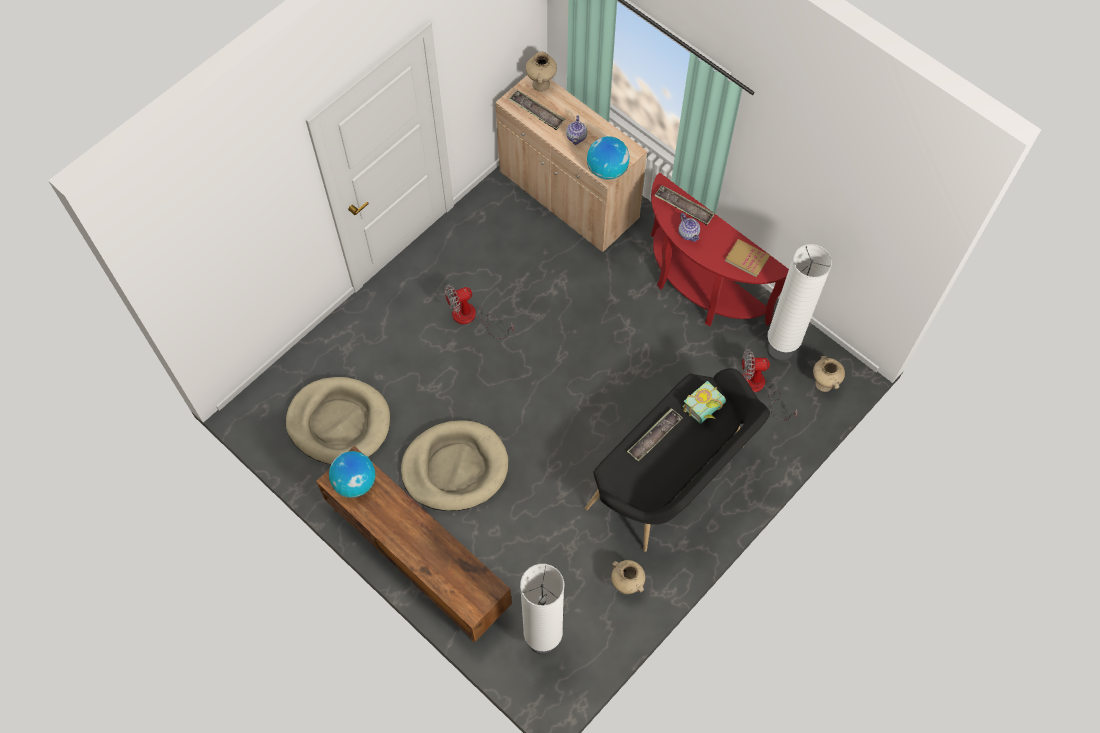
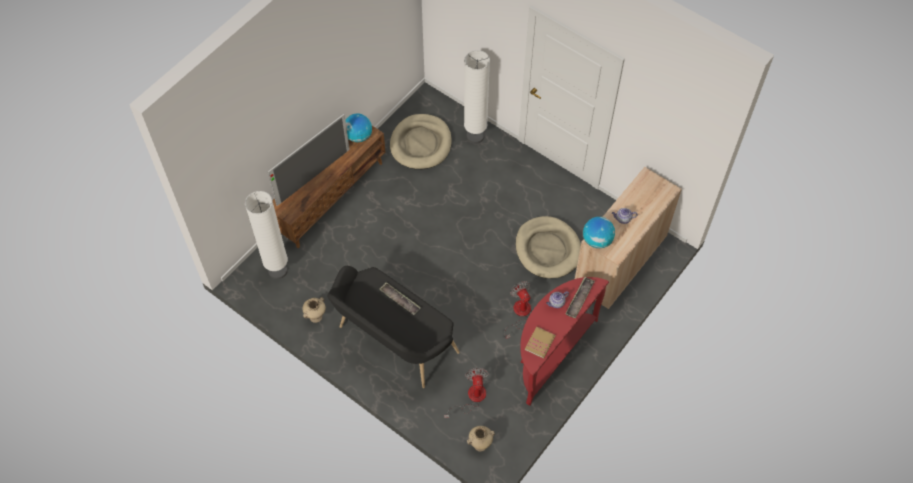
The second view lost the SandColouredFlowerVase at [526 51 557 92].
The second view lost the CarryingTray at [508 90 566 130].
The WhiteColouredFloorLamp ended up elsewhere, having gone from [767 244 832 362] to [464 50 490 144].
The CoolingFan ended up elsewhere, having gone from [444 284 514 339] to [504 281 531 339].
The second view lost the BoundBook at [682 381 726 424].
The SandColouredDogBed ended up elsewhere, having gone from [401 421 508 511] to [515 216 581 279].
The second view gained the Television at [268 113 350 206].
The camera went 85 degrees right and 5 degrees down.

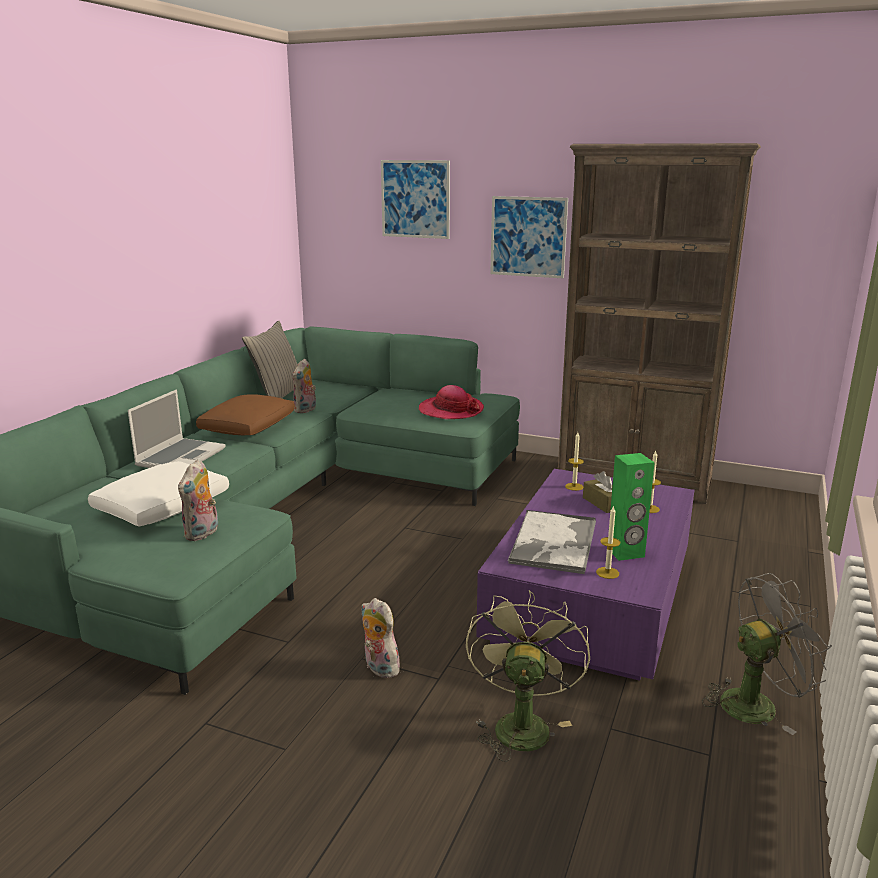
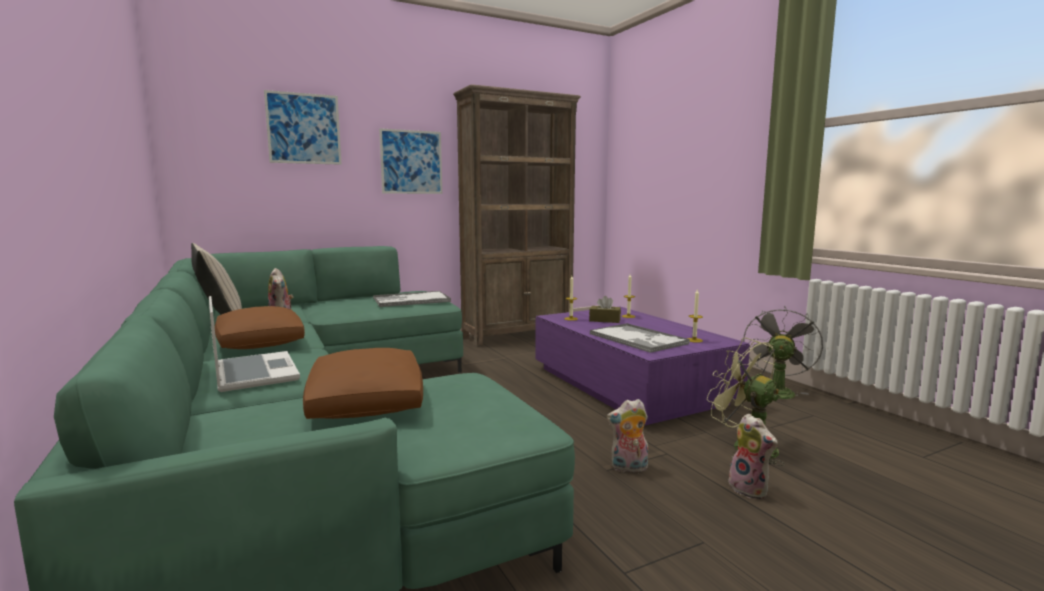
Where the ClothingHat stood at [419 385 484 419], the CarryingTray came to stand at [373 291 451 307].
The second view lost the GreenColouredAudioSpeaker at [610 453 655 561].
The CuddlyToy ended up elsewhere, having gone from [178 459 218 541] to [725 414 778 499].
What was the WhiteColouredCushion at [88 461 229 527] turned into the BrownColouredCushion at [303 348 423 419].
The camera went 50 degrees left and 10 degrees down.

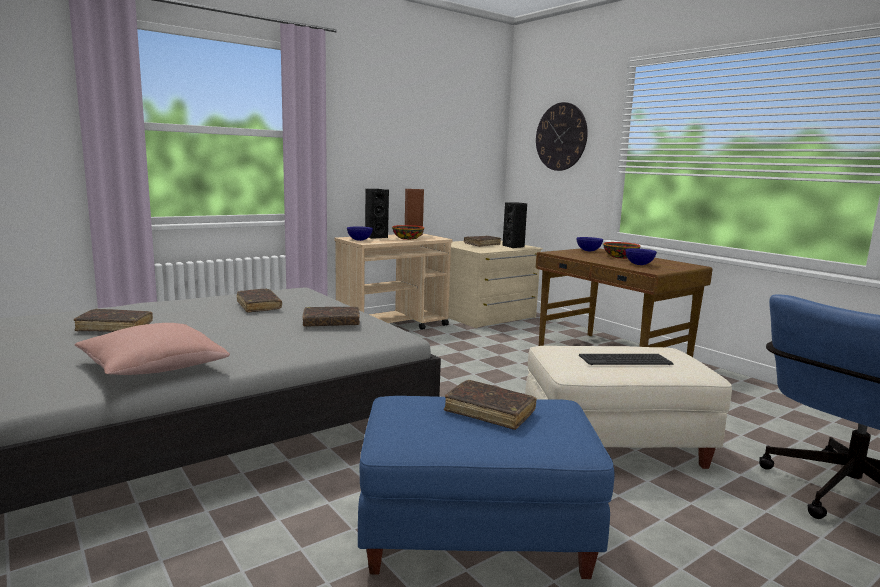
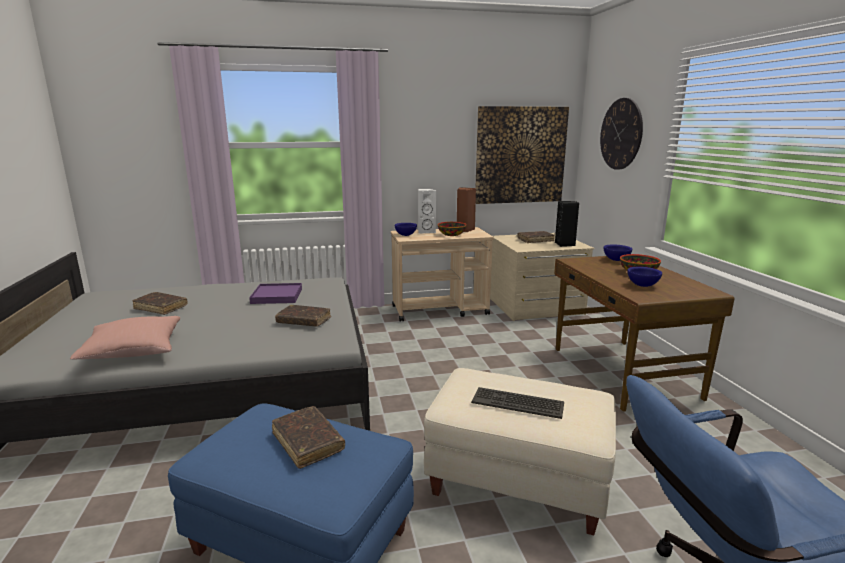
What was the BlackColouredAudioSpeaker at [365 189 389 239] turned into the WhiteColouredAudioSpeaker at [418 188 436 234].
Where the BrownColouredBoundBook stood at [237 289 282 313], the PurpleCarryingTray came to stand at [249 283 302 304].
The second view gained the WallArt at [475 106 569 204].
The camera went 25 degrees right and 5 degrees up.

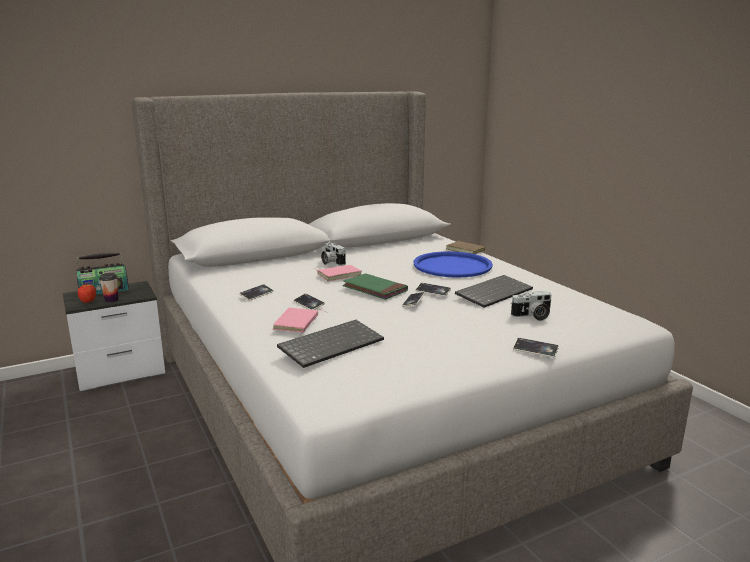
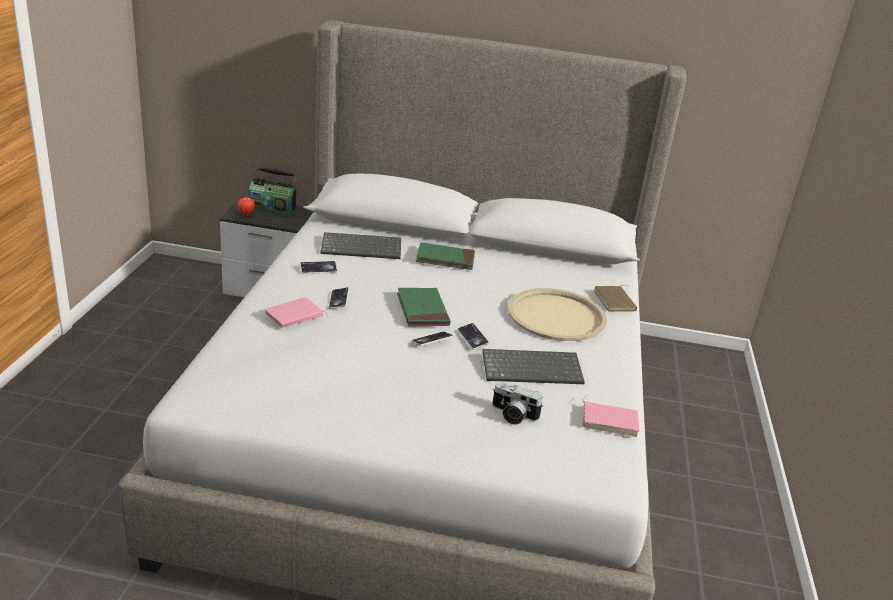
Where the StillCamera stood at [321 243 346 266], the GreenColouredBoundBook came to stand at [416 242 475 270].
What was the BlueCarryingTray at [414 251 493 278] turned into the SandColouredCarryingTray at [508 288 607 341].
The PinkishBoundBook ended up elsewhere, having gone from [315 265 362 281] to [582 395 639 437].
The second view lost the SmallCup at [99 273 118 303].
The ComputerKeyboard ended up elsewhere, having gone from [277 320 384 368] to [320 232 401 259].
The second view lost the Phone at [513 338 559 358].
The camera went 35 degrees right and 10 degrees up.

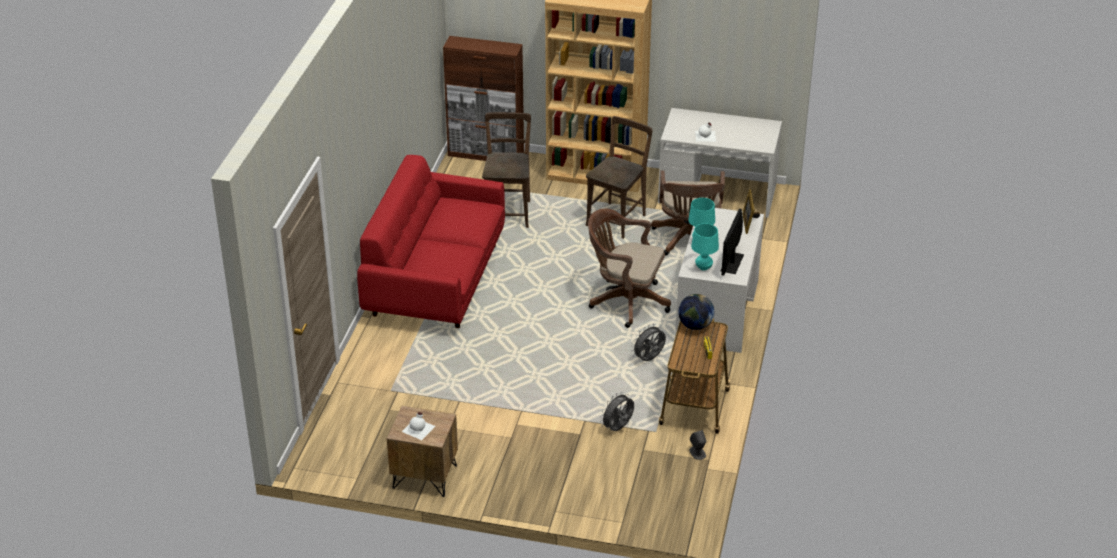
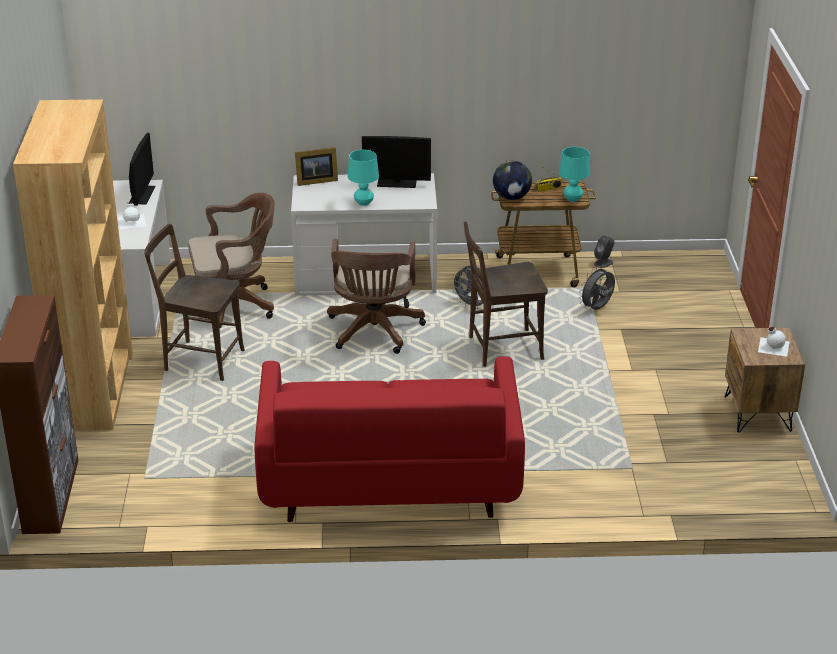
The BrownColouredChair ended up elsewhere, having gone from [482 112 531 228] to [464 222 548 367].
The TurquoiseLampForATable ended up elsewhere, having gone from [691 223 719 270] to [559 147 590 202].
The GrayCoolingFan at [600 392 634 431] ended up facing another way, 105 degrees clockwise from before.
The second view gained the ComputerScreen at [129 133 155 206].
The camera went 105 degrees left and 5 degrees down.

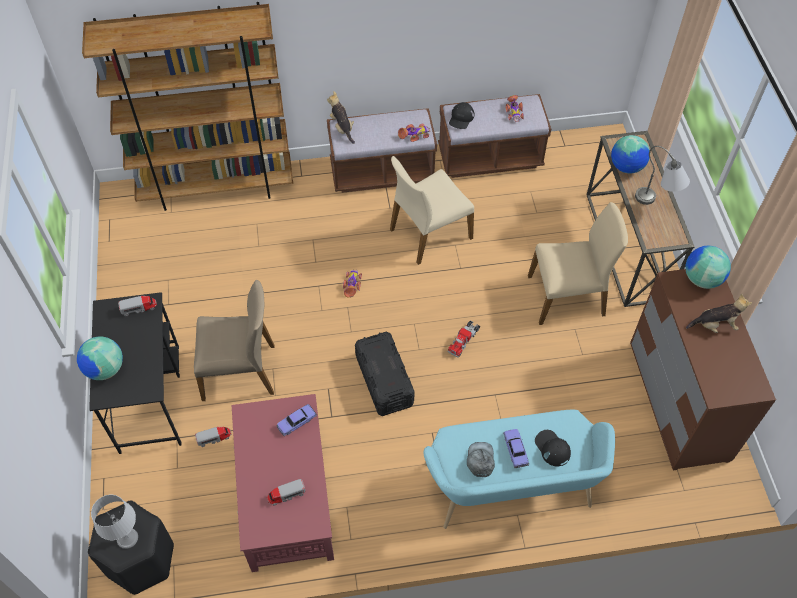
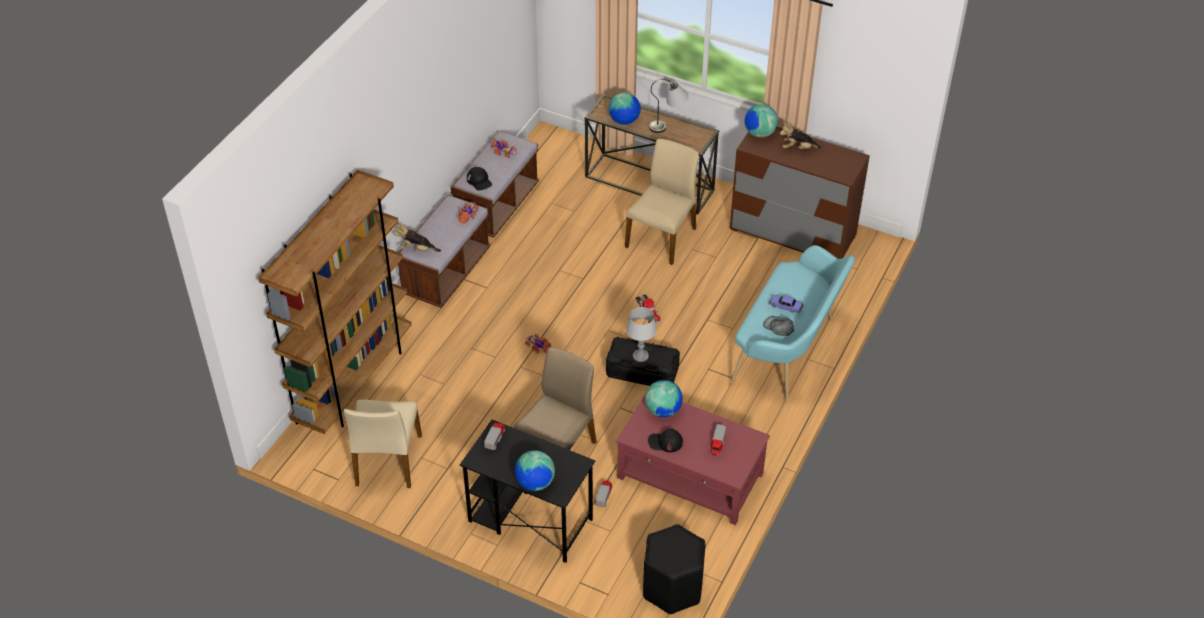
The SandColouredChair ended up elsewhere, having gone from [390 156 474 265] to [344 399 422 488].
The CuddlyToy at [686 293 752 333] ended up facing another way, 120 degrees counterclockwise from before.
Where the ModelCar stood at [276 404 317 436], the WorldGlobe came to stand at [645 380 683 417].
The BlackColouredCap ended up elsewhere, having gone from [535 430 571 467] to [648 429 683 452].
The GrayLampForATable ended up elsewhere, having gone from [91 495 138 549] to [626 307 657 362].
The camera went 55 degrees left and 10 degrees down.

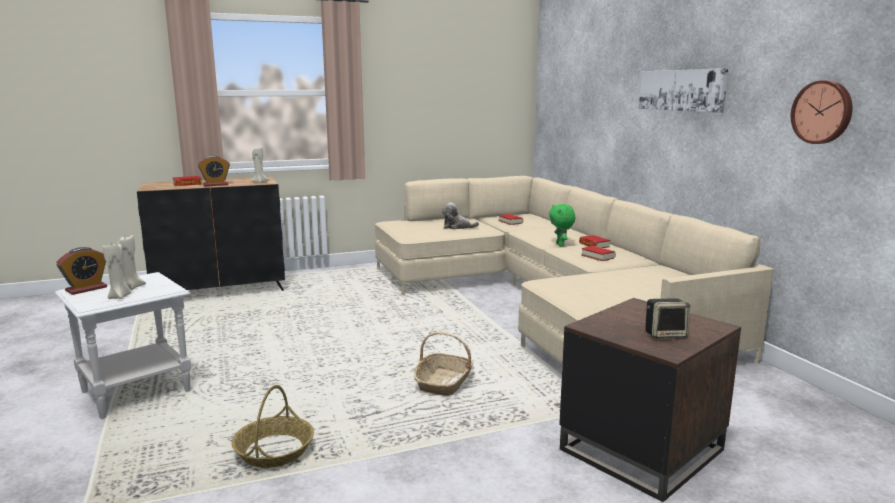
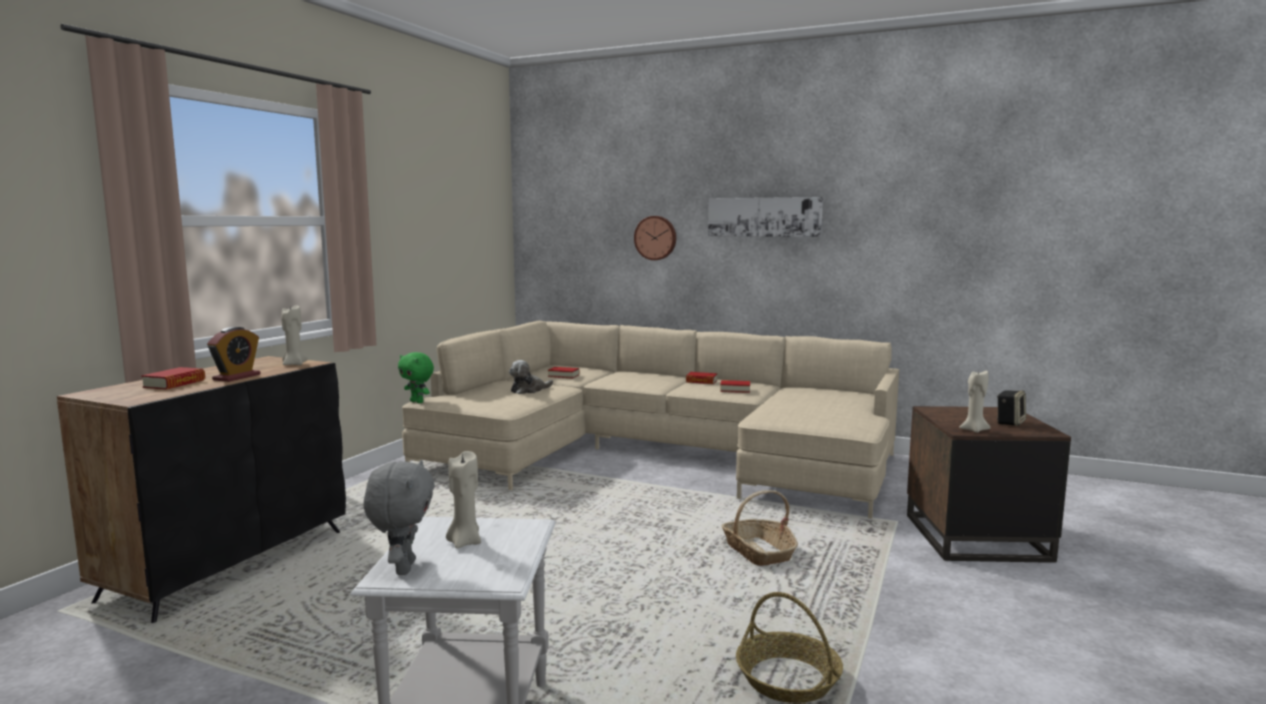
The WallClock ended up elsewhere, having gone from [791 80 852 144] to [634 216 676 260].
The GreenColouredCuddlyToy ended up elsewhere, having gone from [549 204 575 246] to [398 352 434 403].
The SandColouredCandle ended up elsewhere, having gone from [102 242 131 299] to [959 371 991 433].
Where the AlarmClock stood at [56 247 107 295], the GrayCuddlyToy came to stand at [364 460 435 575].
The camera went 45 degrees left and 5 degrees down.

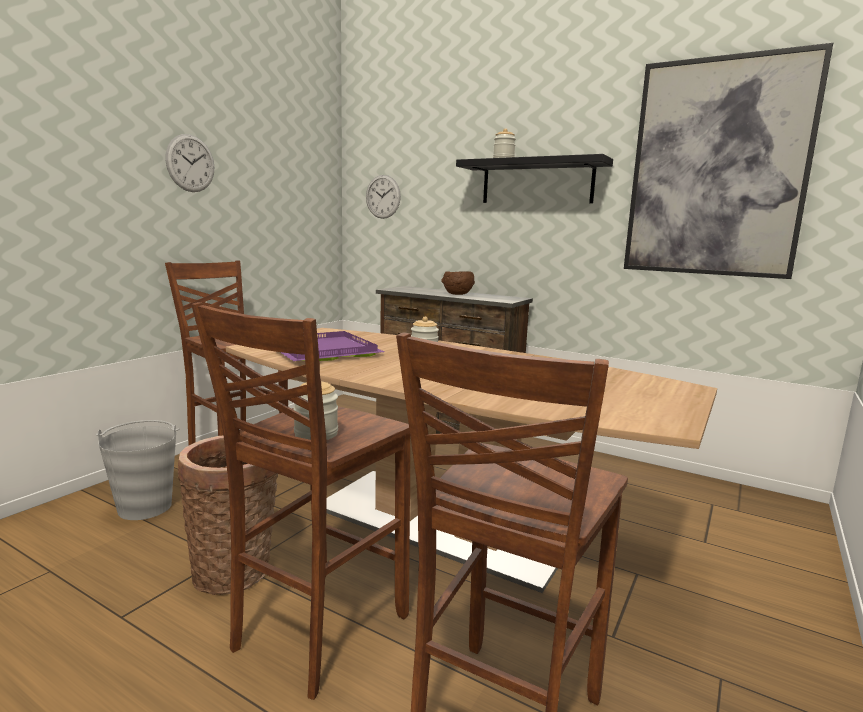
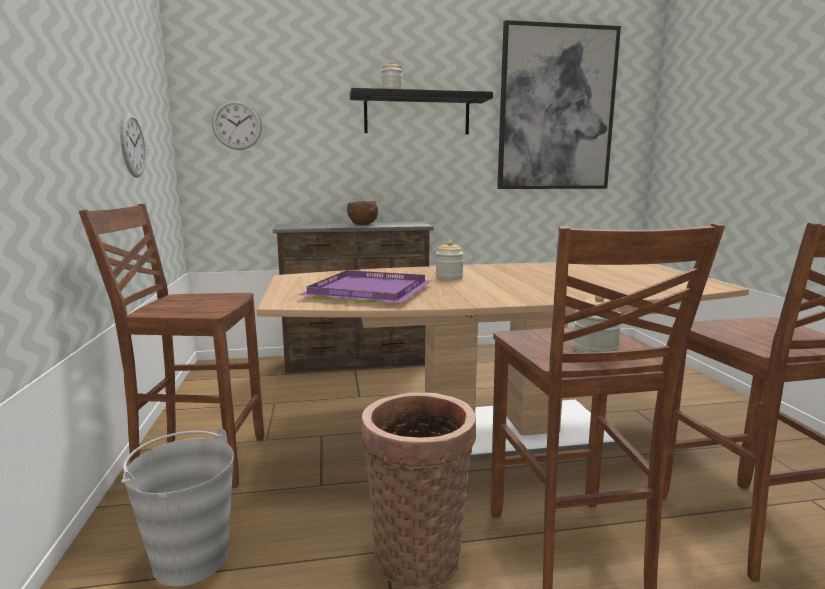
The WallClock ended up elsewhere, having gone from [165 134 214 192] to [120 112 146 178].
The camera went 40 degrees left and 0 degrees up.

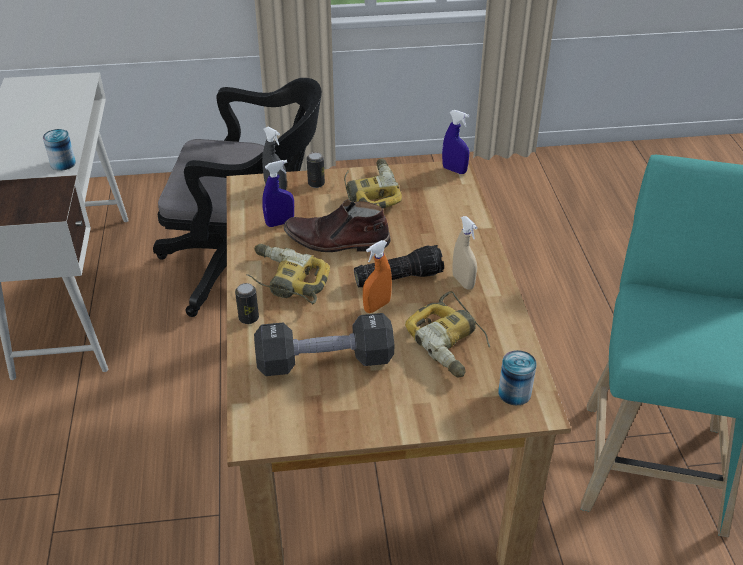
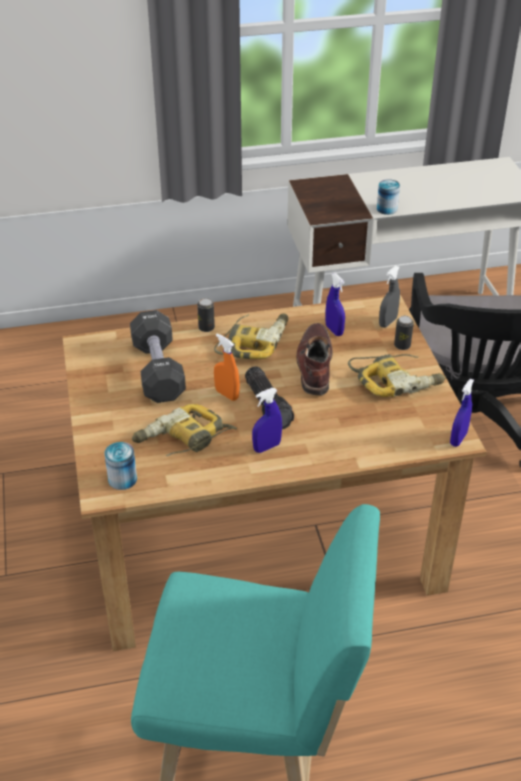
What was the SandColouredSprayBottle at [452 216 478 290] turned into the BlueSprayBottle at [252 388 282 453].
The camera went 85 degrees right and 0 degrees up.

